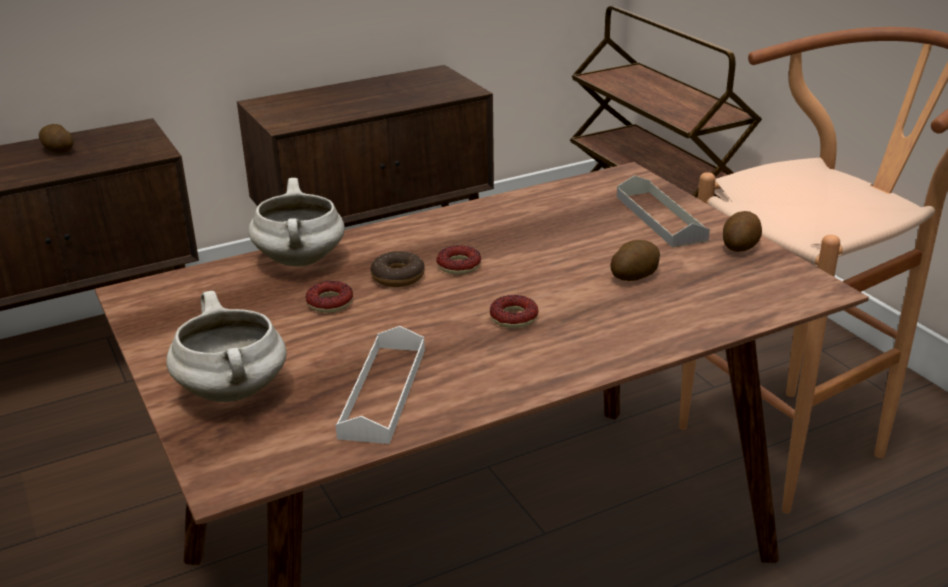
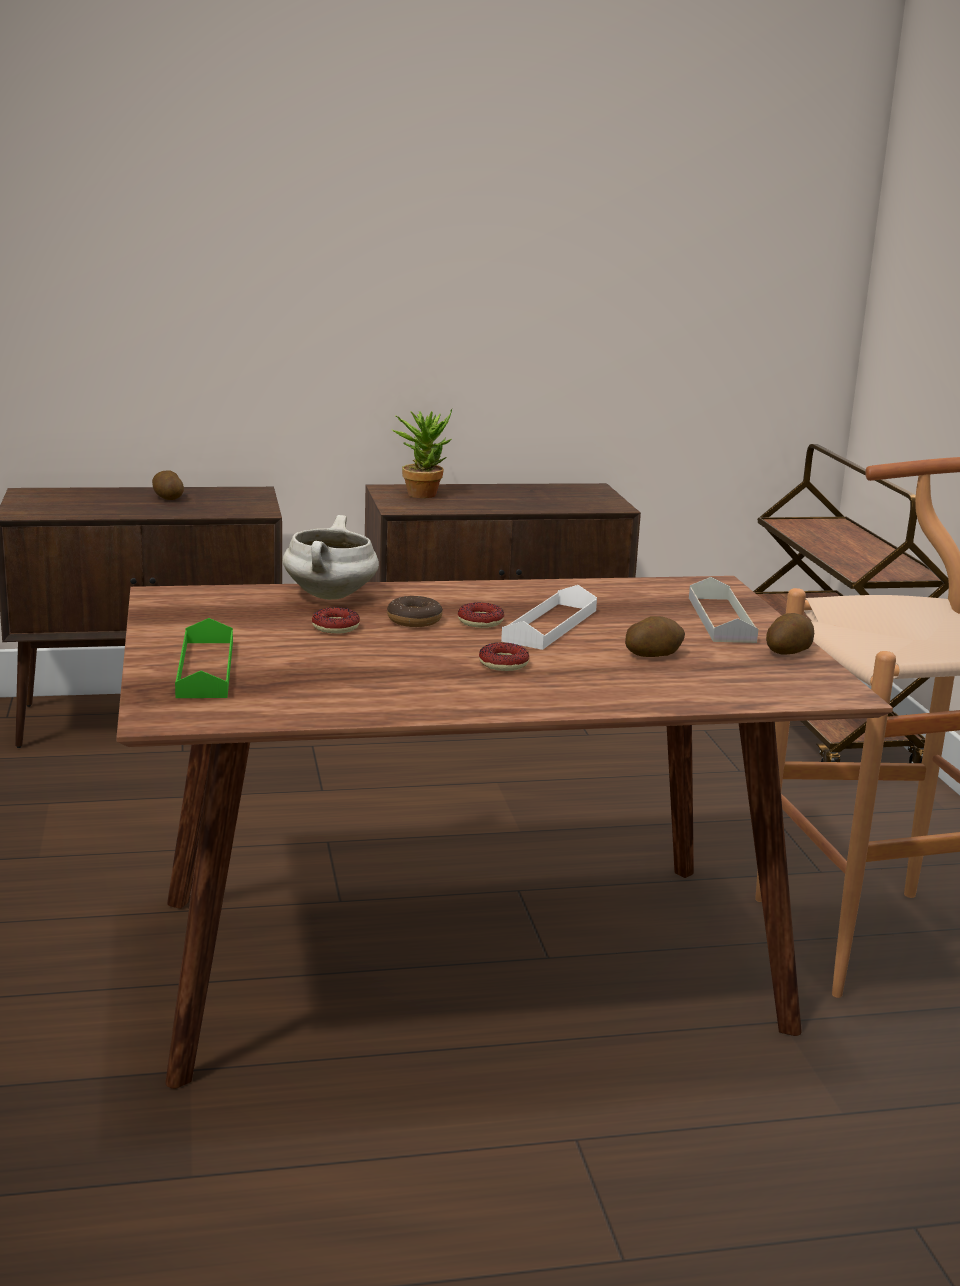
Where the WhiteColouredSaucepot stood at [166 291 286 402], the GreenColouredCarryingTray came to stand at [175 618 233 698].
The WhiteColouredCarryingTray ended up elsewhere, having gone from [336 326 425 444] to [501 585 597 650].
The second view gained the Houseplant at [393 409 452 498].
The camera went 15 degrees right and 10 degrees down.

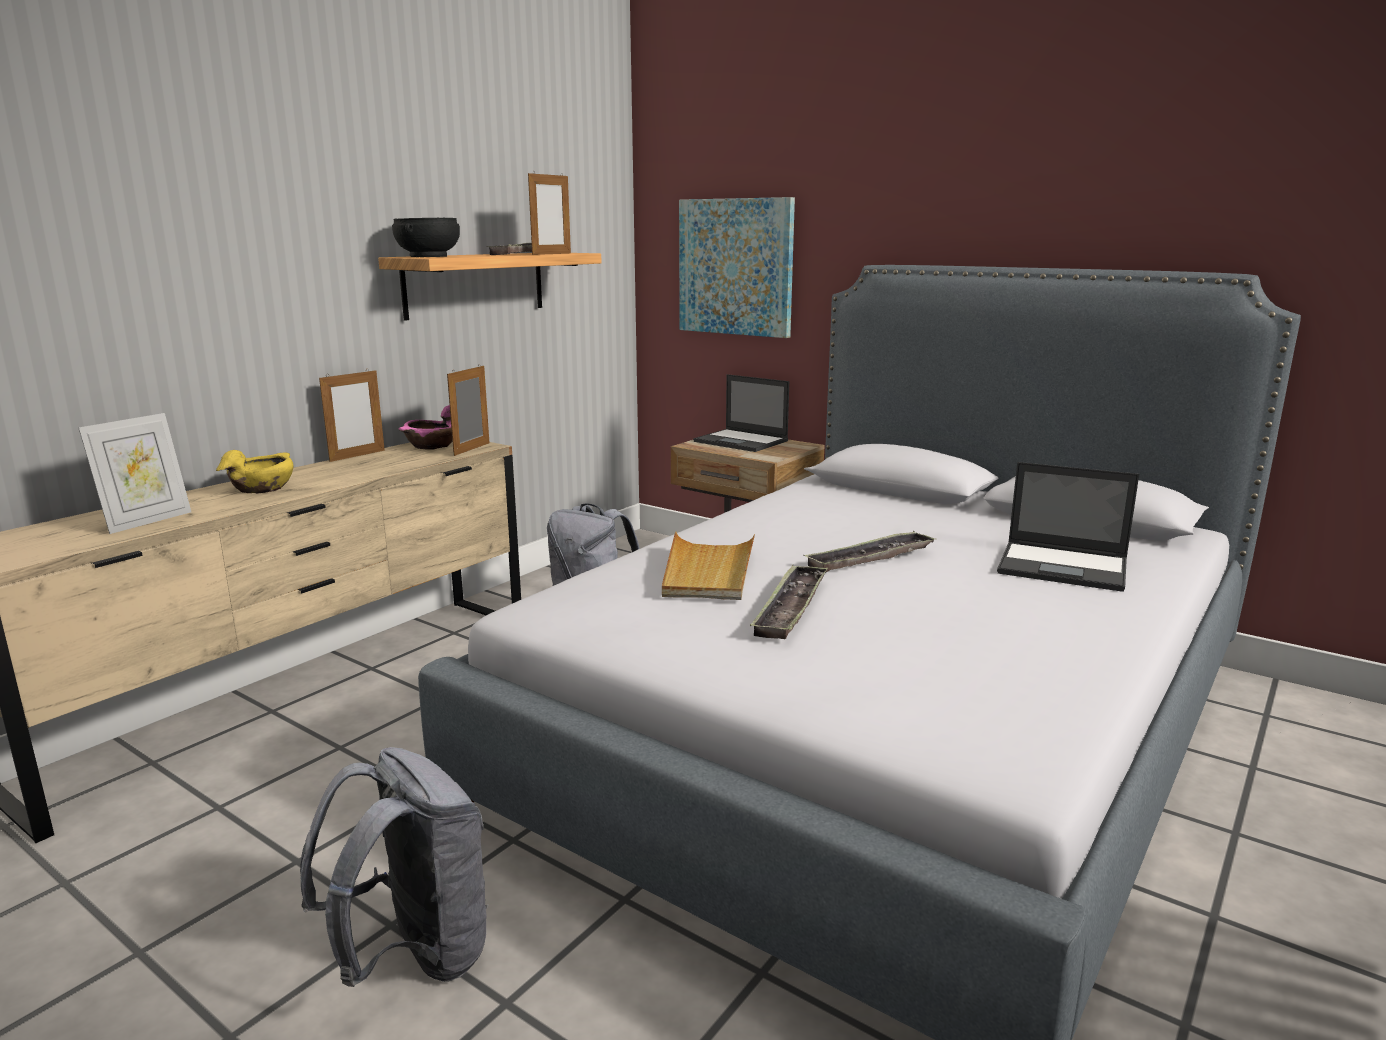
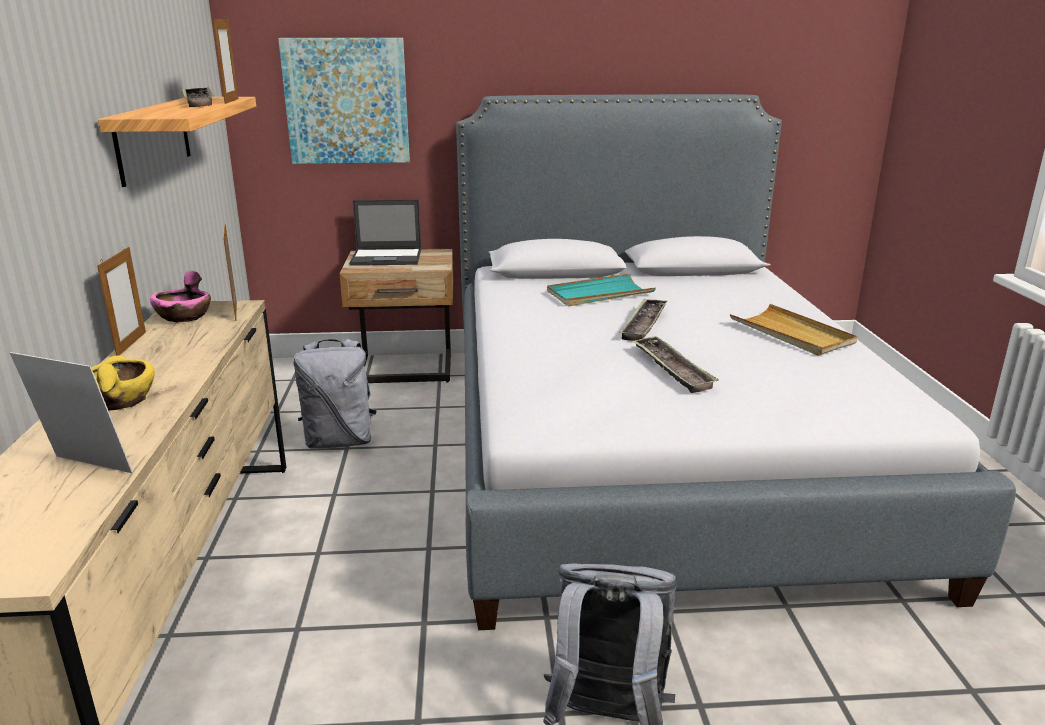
The second view lost the BlackColouredServingBowl at [392 218 460 257].
The PictureFrame at [79 413 191 534] ended up facing another way, 60 degrees counterclockwise from before.
The second view lost the NotebookComputer at [997 462 1139 592].
The SandColouredCarryingTray ended up elsewhere, having gone from [662 532 755 600] to [730 304 858 356].
The second view gained the TurquoiseCarryingTray at [547 273 656 306].
The camera went 40 degrees left and 5 degrees up.

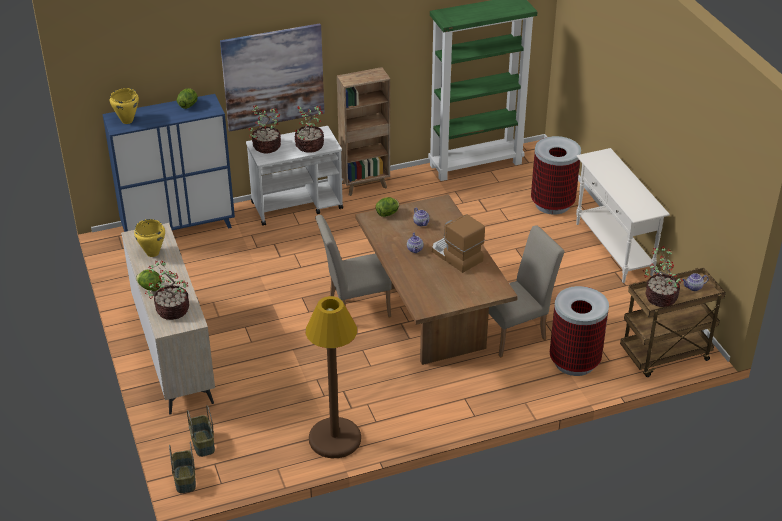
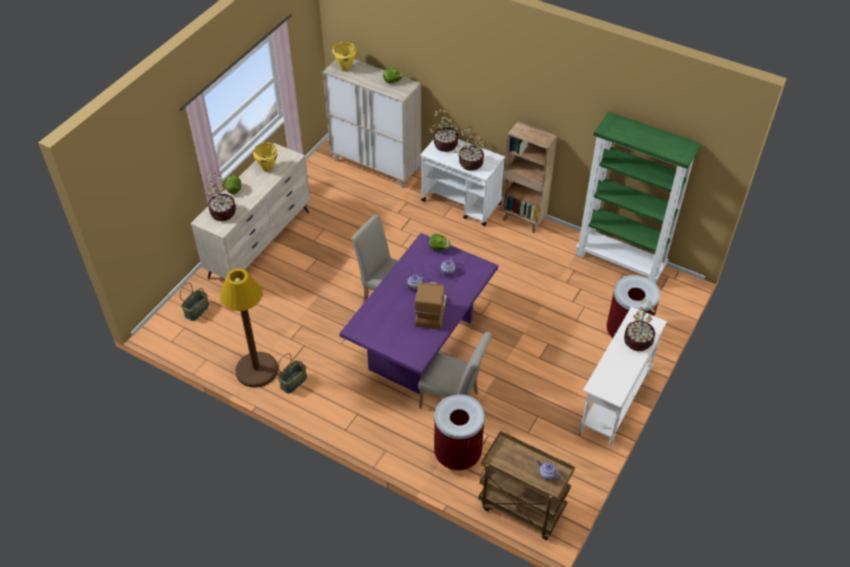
The second view lost the WallArt at [220 23 325 132].
What was the BlueStorageCabinet at [102 94 235 232] turned into the SandColouredStorageCabinet at [323 59 421 188].
What was the BrownColouredDinnerTable at [356 194 518 365] turned into the PurpleDinnerTable at [339 233 498 394].
The Houseplant ended up elsewhere, having gone from [643 246 683 307] to [624 298 656 351].
The HouseholdBasket ended up elsewhere, having gone from [169 441 196 493] to [278 353 307 394].
The camera went 50 degrees right and 10 degrees up.

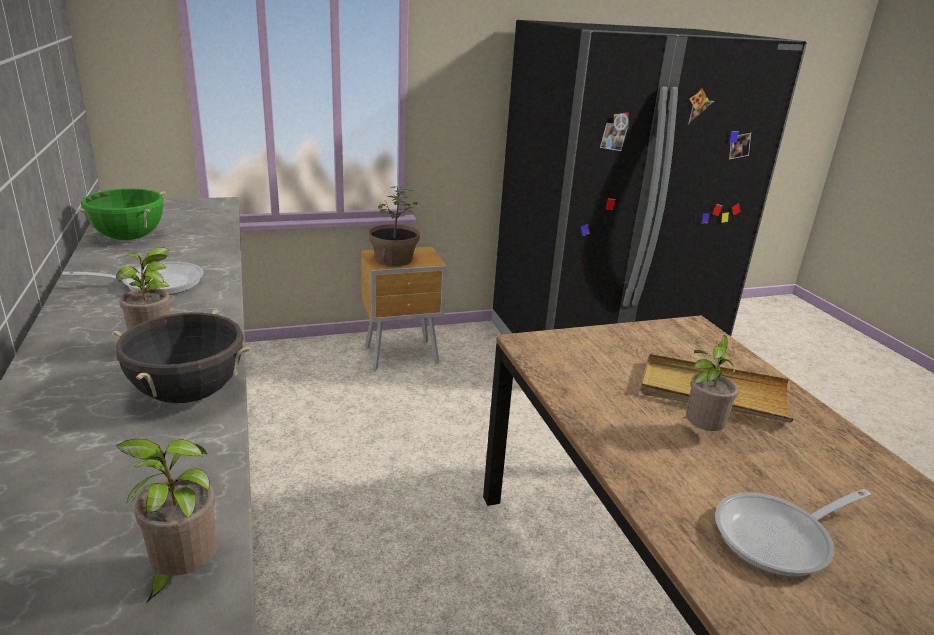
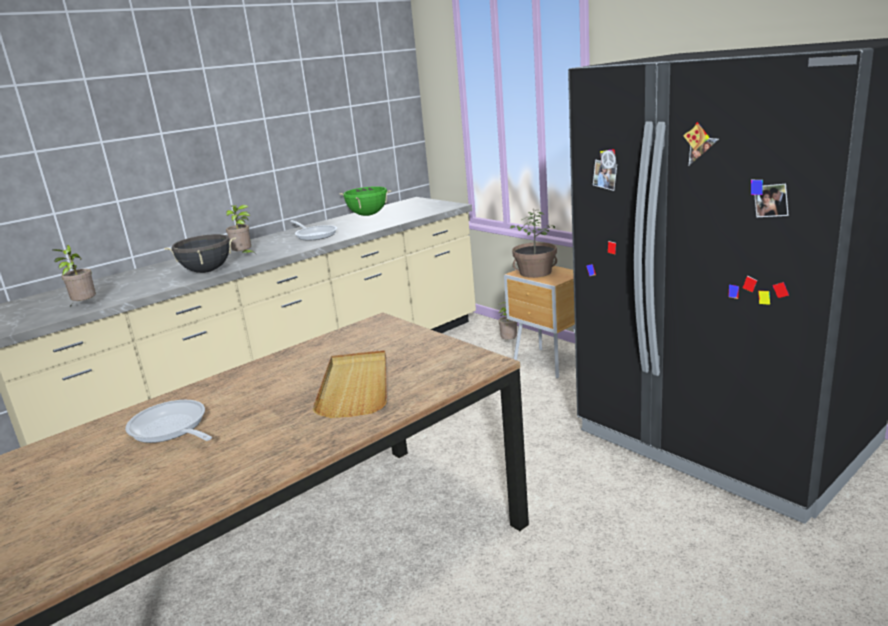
The Houseplant ended up elsewhere, having gone from [683 335 739 431] to [498 302 517 339].
The camera went 70 degrees right and 5 degrees down.

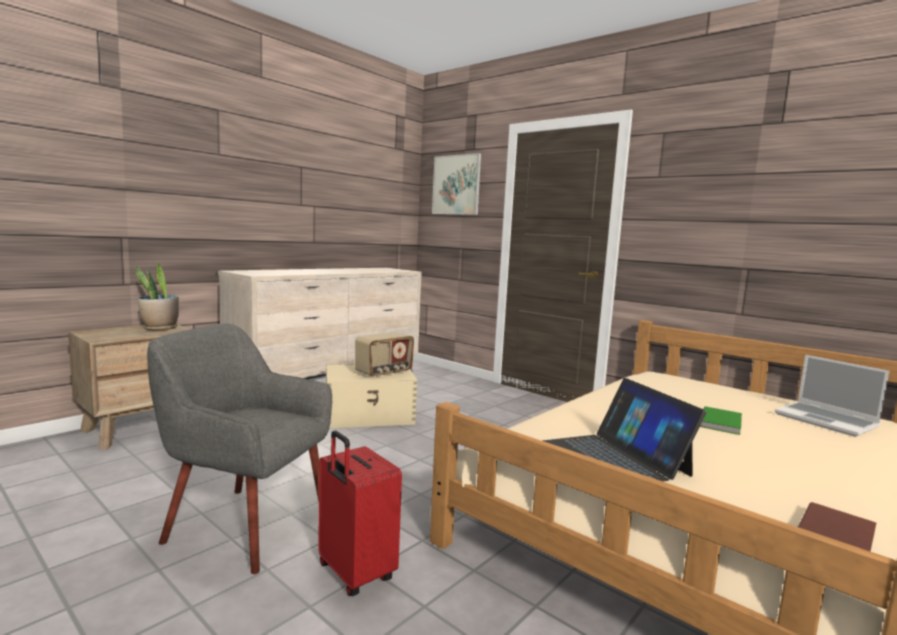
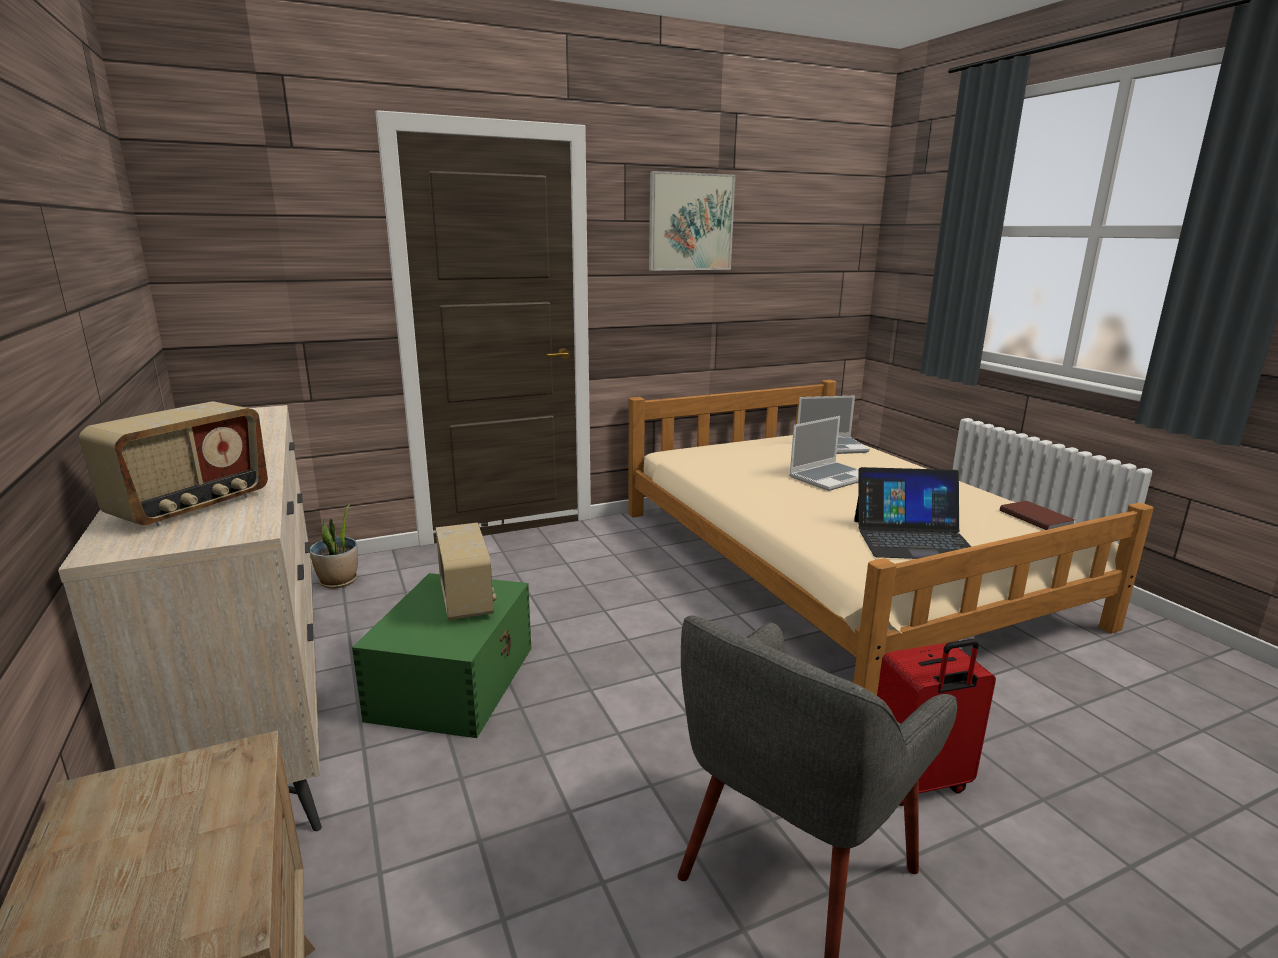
The WallArt ended up elsewhere, having gone from [432 153 481 215] to [649 171 735 271].
The Houseplant ended up elsewhere, having gone from [135 263 179 330] to [310 504 358 589].
What was the SandColouredStorageBox at [326 364 417 428] turned into the GreenColouredStorageBox at [352 573 531 738].
Where the GreenColouredBoundBook stood at [700 406 742 435], the NotebookComputer came to stand at [789 416 859 491].
The second view gained the Radio at [79 401 268 526].
The camera went 65 degrees left and 10 degrees up.

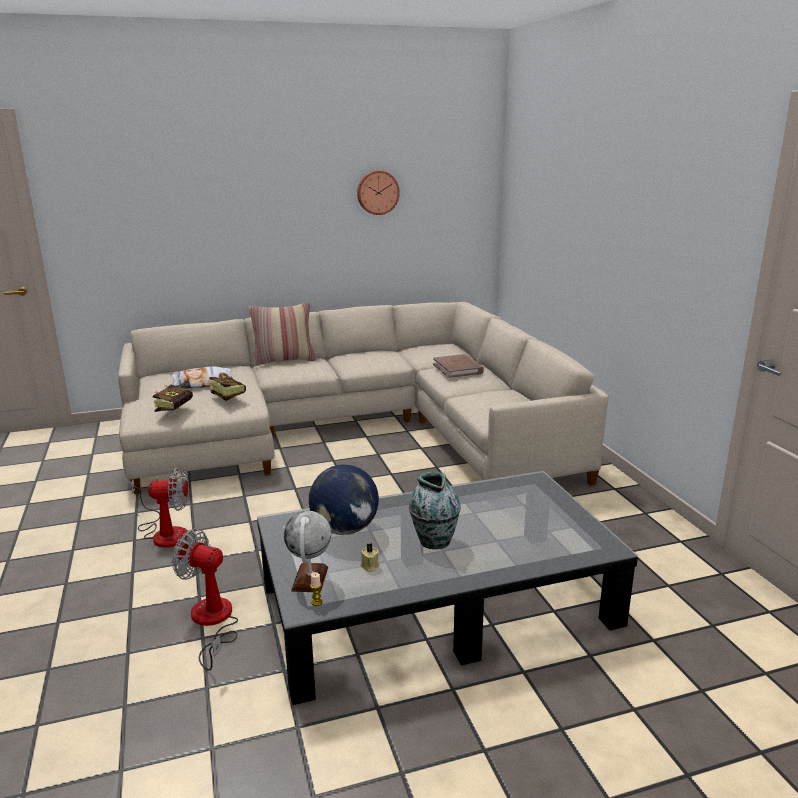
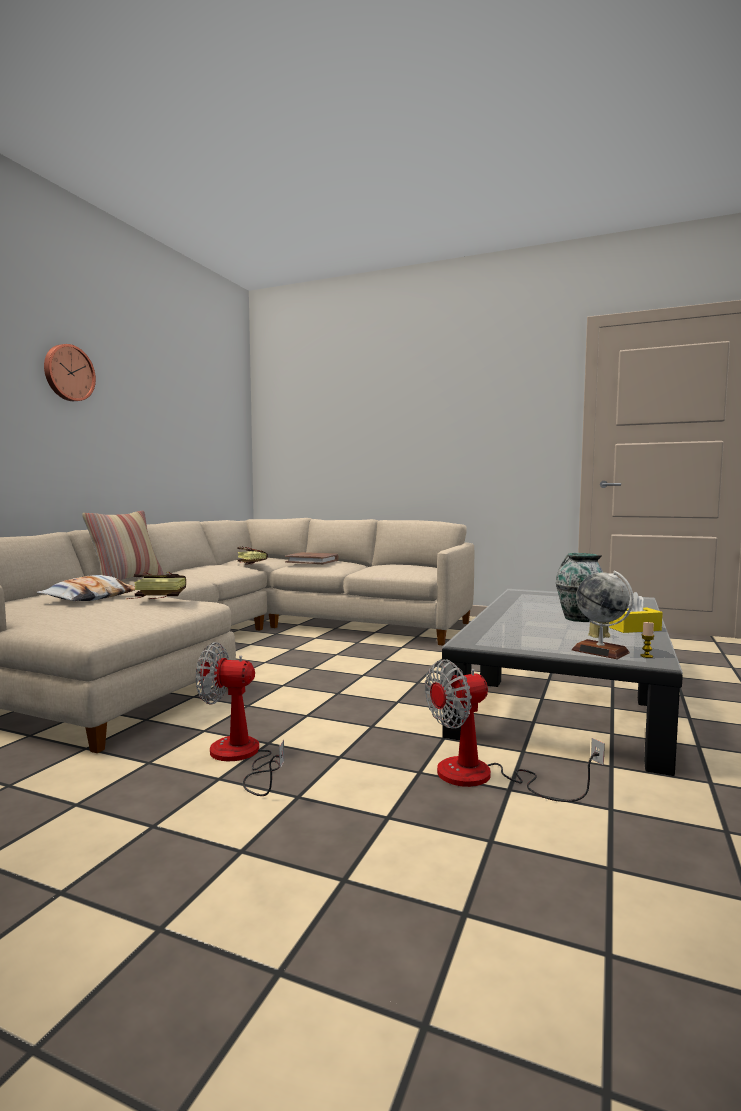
The WallClock ended up elsewhere, having gone from [357 170 400 215] to [44 344 96 401].
The BoundBook ended up elsewhere, having gone from [153 385 193 412] to [237 546 268 565].
The second view lost the WorldGlobe at [309 465 379 535].
The CoolingFan at [131 467 189 548] ended up facing another way, 120 degrees counterclockwise from before.
The second view gained the YellowishBoxOfTissues at [609 592 663 633].
The camera went 50 degrees left and 15 degrees down.

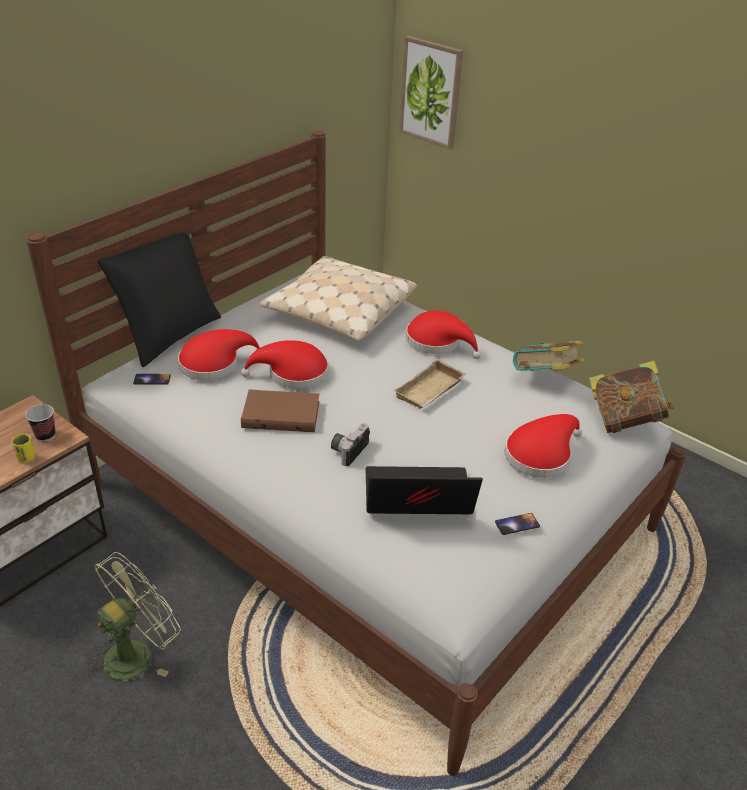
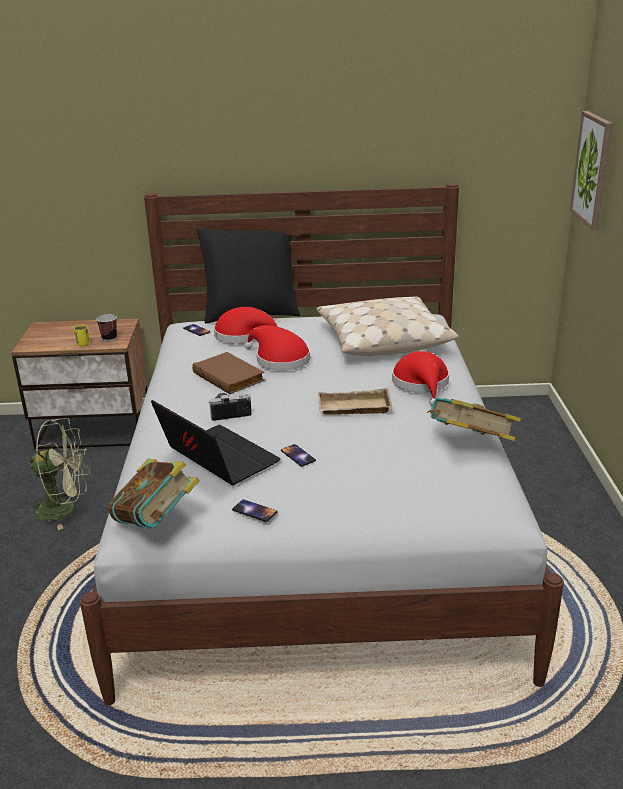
The BoundBook ended up elsewhere, having gone from [589 361 674 433] to [107 459 200 529].
The second view lost the ReddishClothingHat at [504 414 582 478].
The second view gained the Phone at [281 444 316 467].
The camera went 50 degrees right and 10 degrees down.

